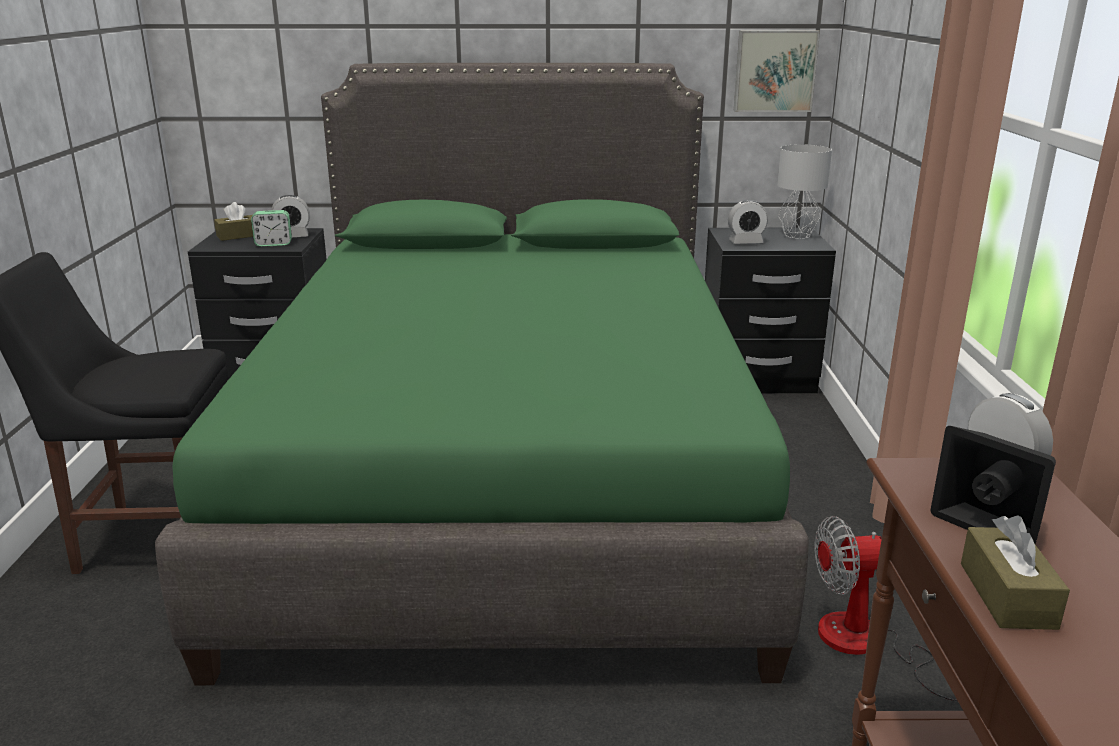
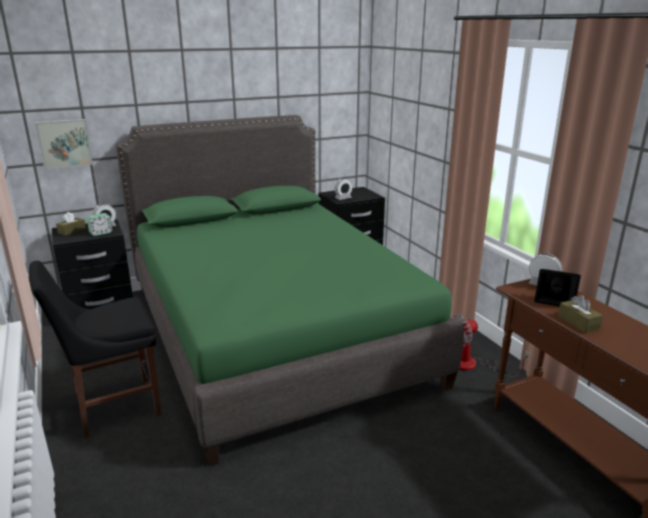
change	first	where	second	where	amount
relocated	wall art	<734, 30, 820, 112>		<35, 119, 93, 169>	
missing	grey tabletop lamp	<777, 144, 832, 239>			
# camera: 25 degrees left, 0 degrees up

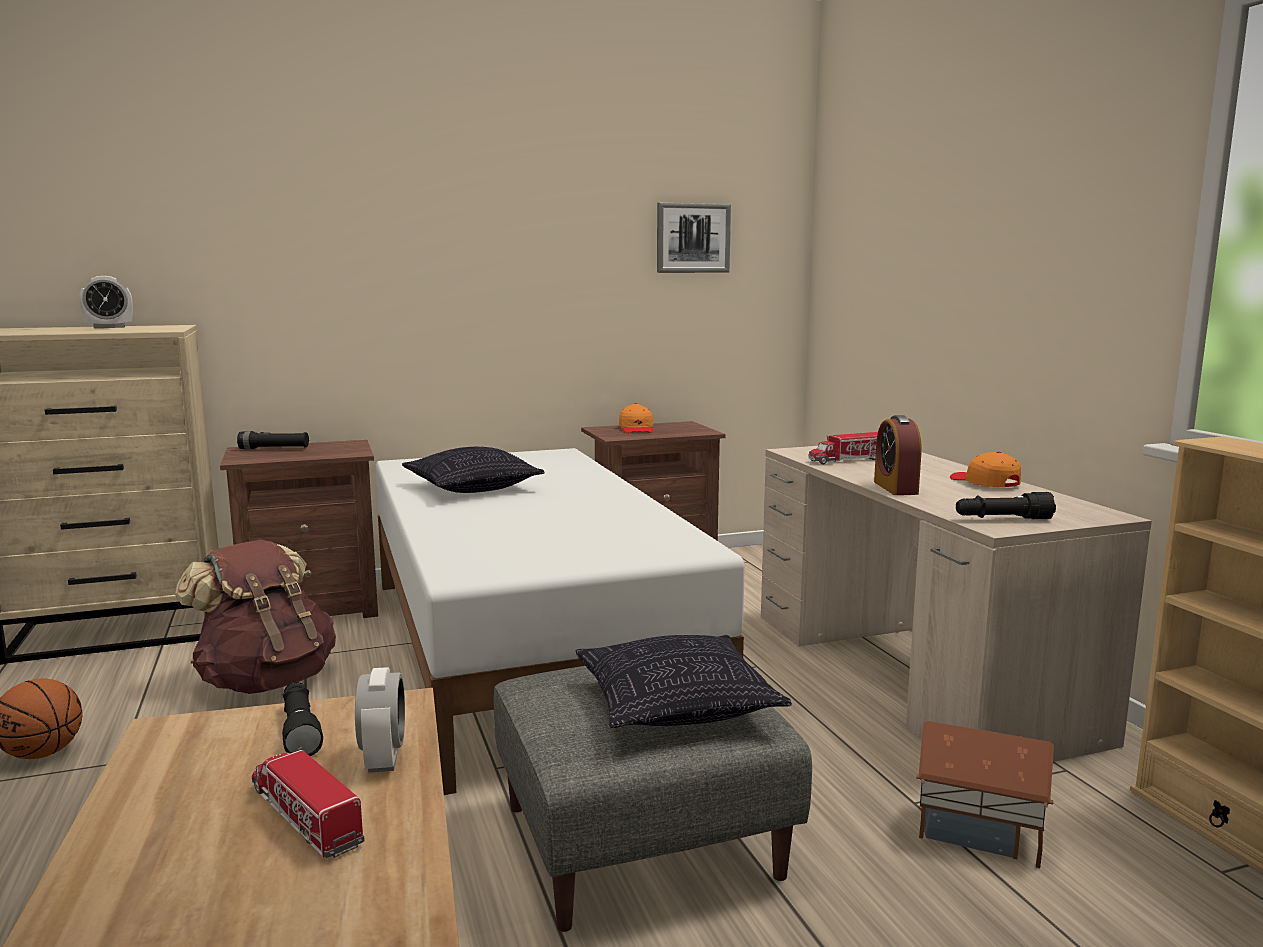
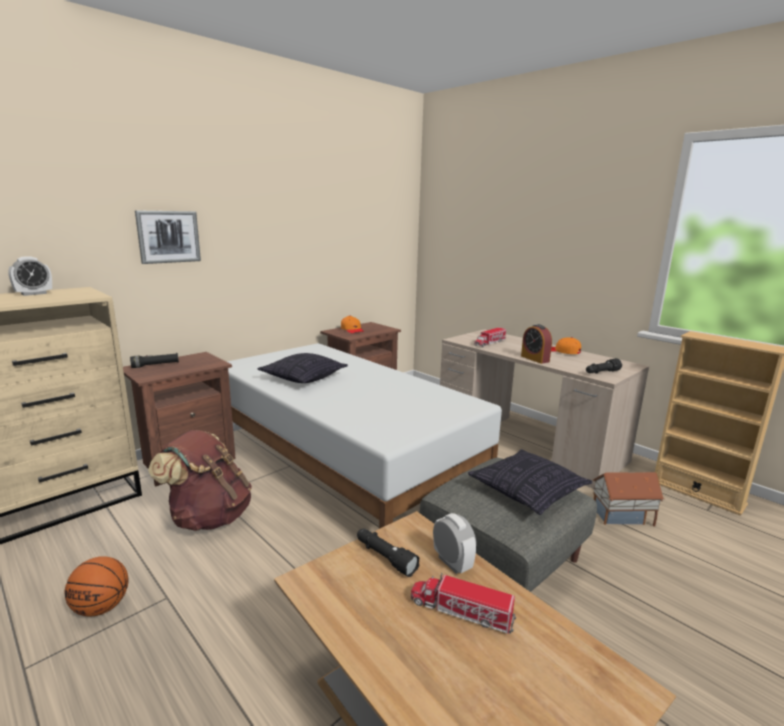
change	first	where	second	where	amount
relocated	wall art	<657, 203, 731, 273>		<135, 210, 201, 264>	
# camera: 25 degrees left, 5 degrees up

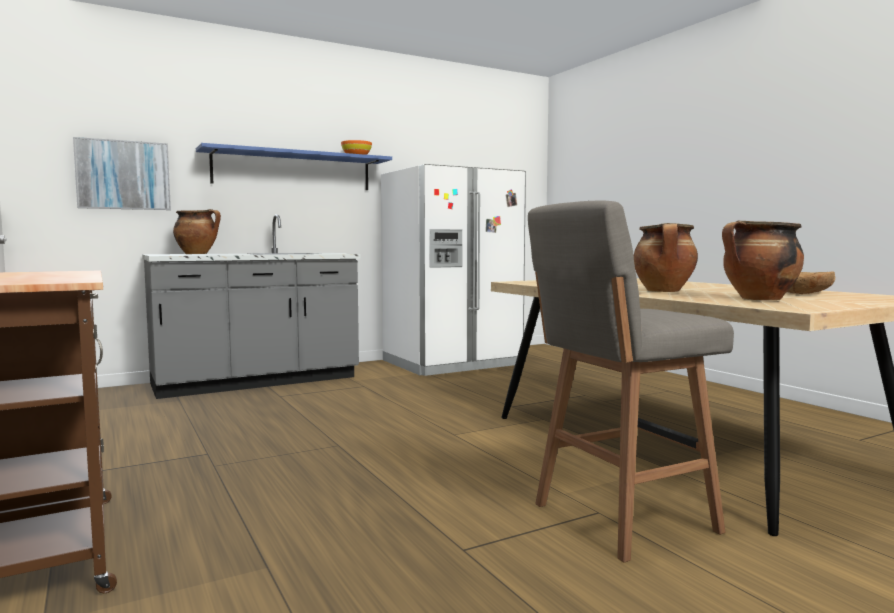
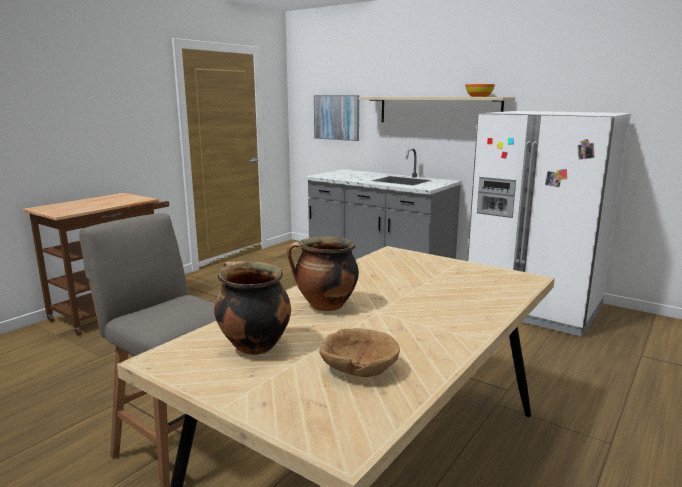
change	first	where	second	where	amount
colour	blue shelf	<196, 143, 392, 190>	beige shelf	<359, 97, 515, 122>	
missing	saucepot	<173, 209, 221, 254>			
# camera: 65 degrees right, 10 degrees up

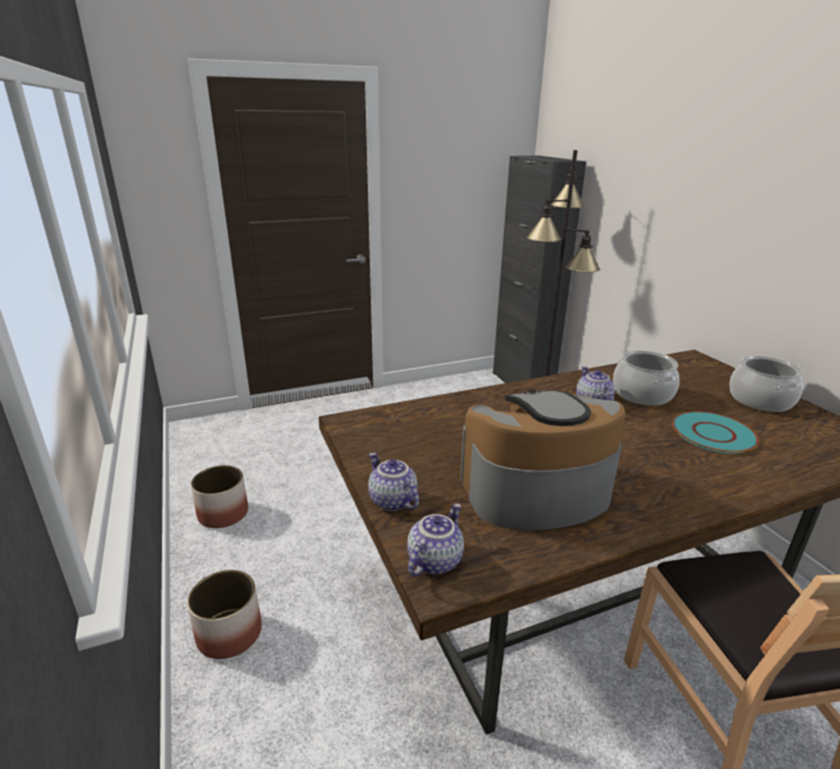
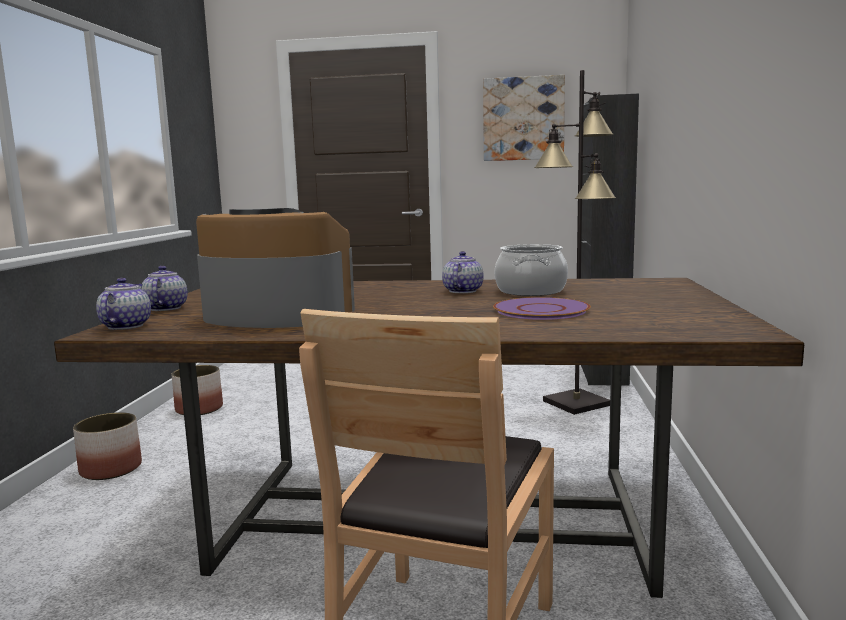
change	first	where	second	where	amount
spun	teapot	<407, 503, 464, 576>		<96, 278, 151, 330>	60 degrees counterclockwise
appeared			wall art	<483, 75, 565, 161>	
colour	turquoise flat dish	<672, 411, 759, 454>	purplish flat dish	<493, 297, 591, 320>	
missing	saucepot	<730, 356, 803, 412>			
# camera: 30 degrees right, 15 degrees down

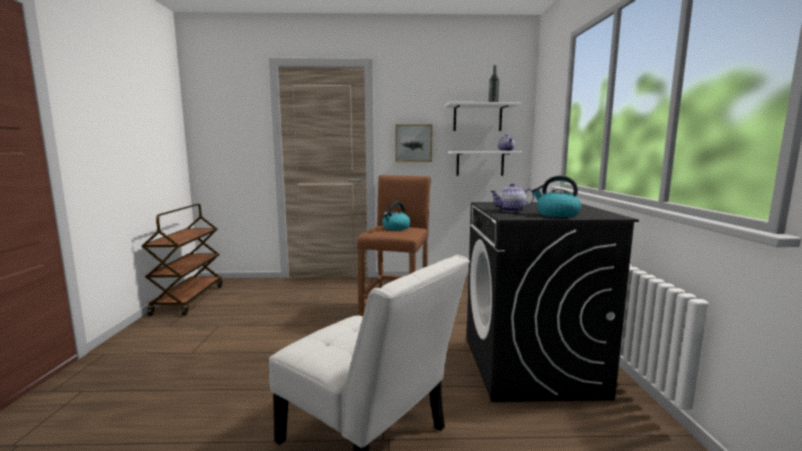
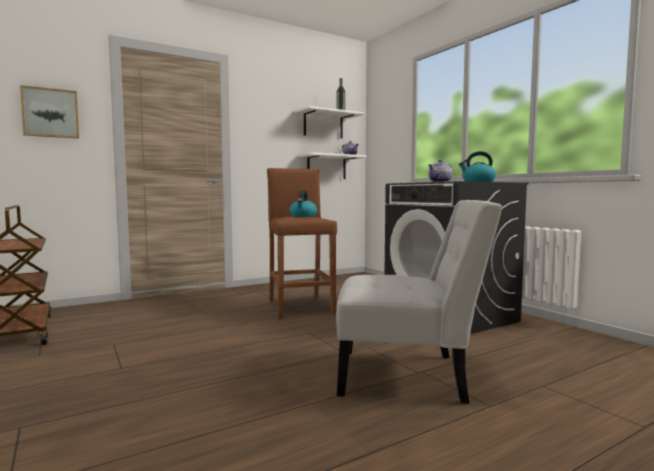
change	first	where	second	where	amount
relocated	wall art	<395, 124, 432, 162>		<20, 85, 79, 139>	
# camera: 30 degrees left, 5 degrees down

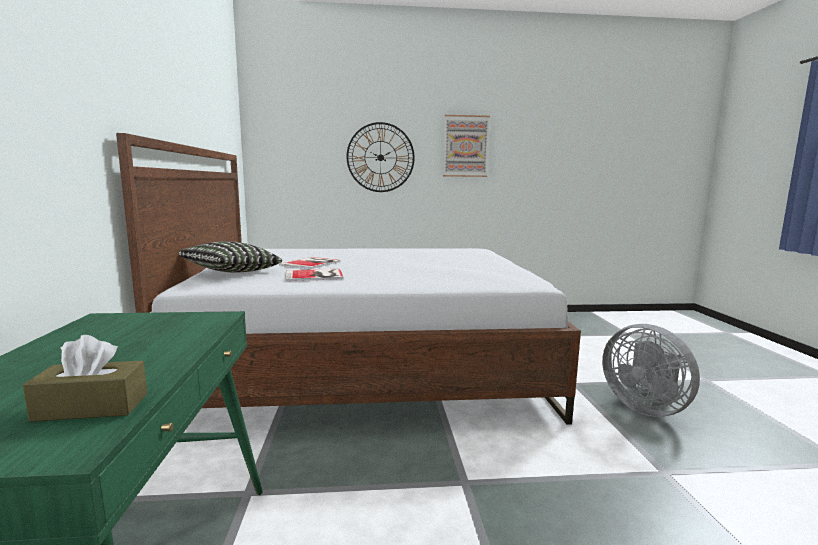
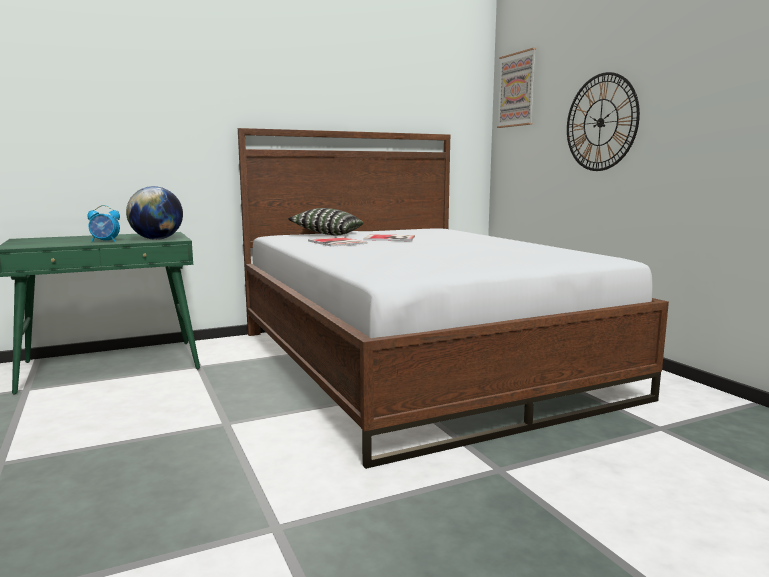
change	first	where	second	where	amount
appeared			table clock	<87, 205, 120, 242>	
appeared			desk globe	<126, 186, 183, 240>	
relocated	wall art	<443, 115, 490, 177>		<497, 48, 536, 128>	
missing	brown-coloured tissue box	<23, 335, 148, 422>			
missing	grey electric fan	<602, 324, 700, 417>			
# camera: 70 degrees right, 0 degrees up

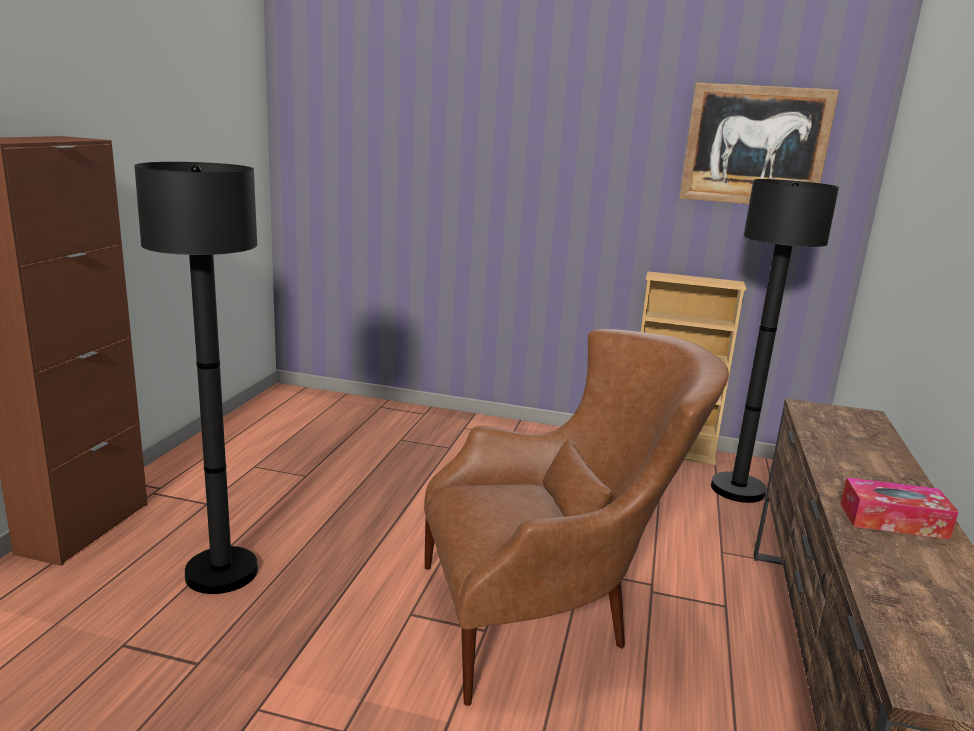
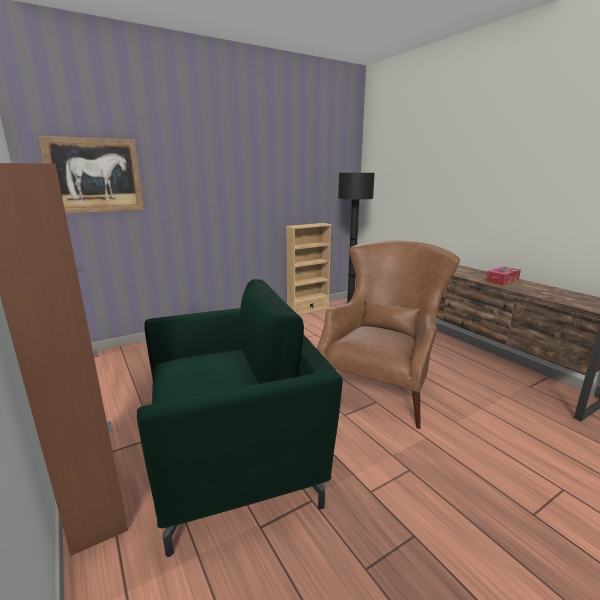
change	first	where	second	where	amount
relocated	wall art	<680, 82, 839, 204>		<39, 136, 144, 214>	
exchanged	blackish standing lamp	<134, 162, 258, 594>	greenish easy chair	<137, 279, 343, 557>	
# camera: 45 degrees left, 0 degrees up

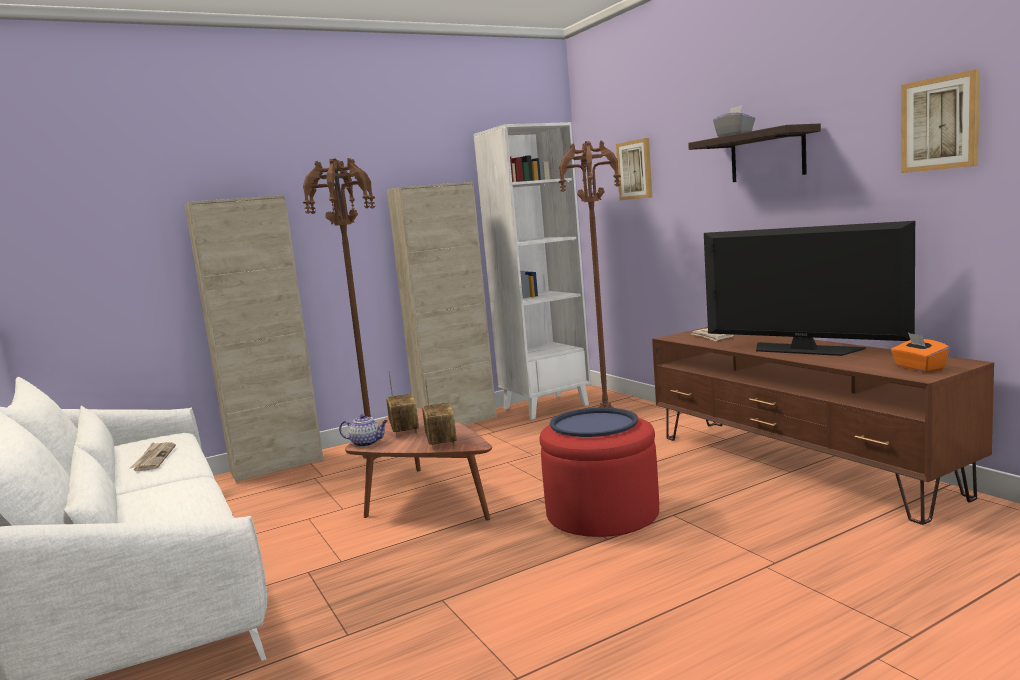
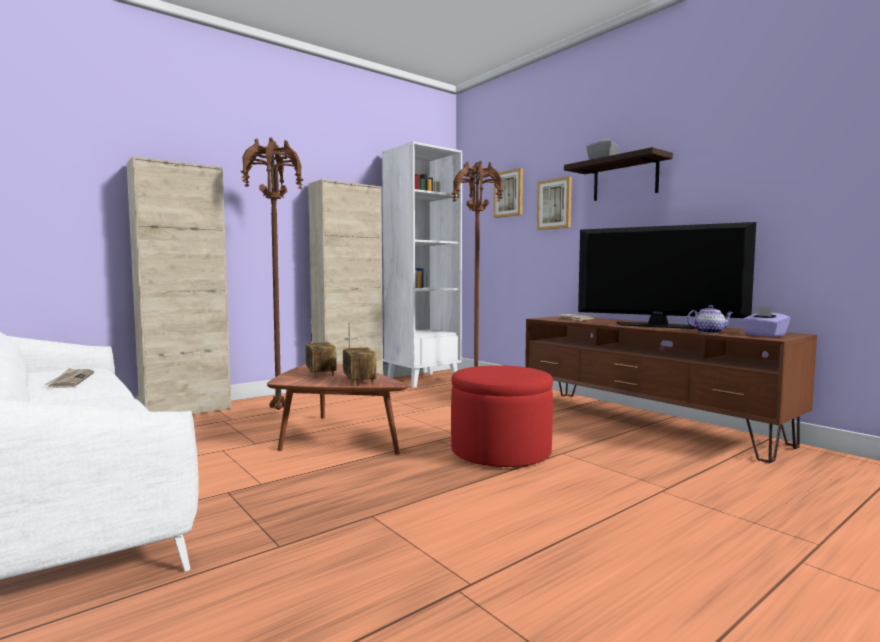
change	first	where	second	where	amount
relocated	wall art	<901, 69, 980, 173>		<537, 176, 572, 230>	
relocated	teapot	<339, 414, 388, 447>		<687, 305, 733, 334>	
colour	orange tissue box	<891, 333, 950, 373>	purplish tissue box	<741, 306, 791, 337>	
missing	blue tray	<550, 407, 638, 437>			
# camera: 10 degrees left, 5 degrees down

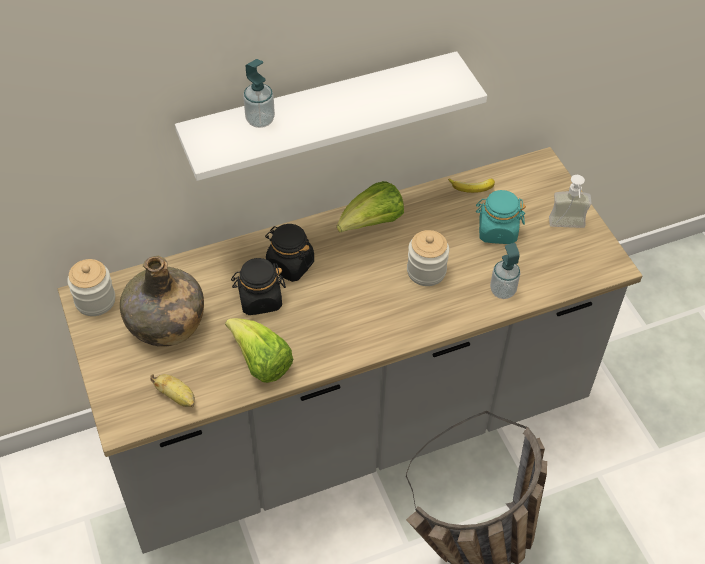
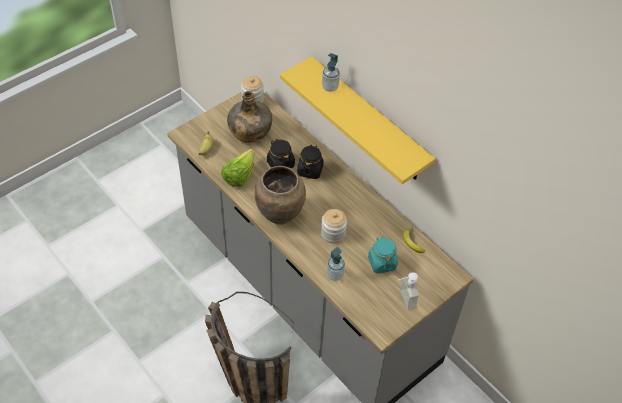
change	first	where	second	where	amount
appeared			brown-coloured vase	<254, 166, 306, 225>	
colour	whitish shelf	<175, 51, 487, 181>	yellow-coloured shelf	<280, 57, 436, 184>	
missing	lettuce	<337, 181, 404, 233>			
# camera: 70 degrees right, 0 degrees up

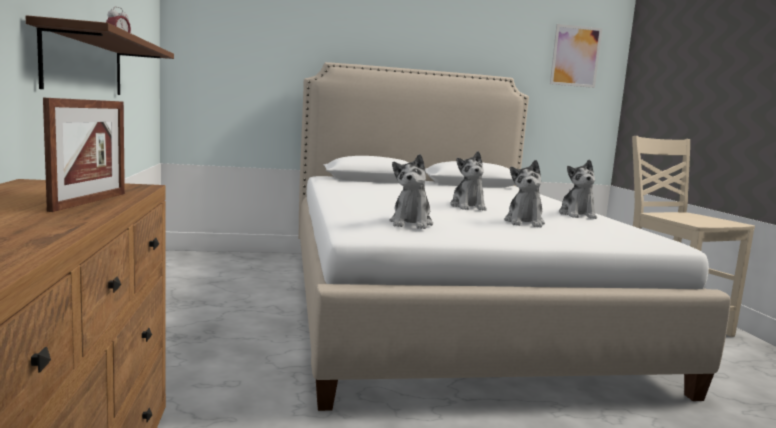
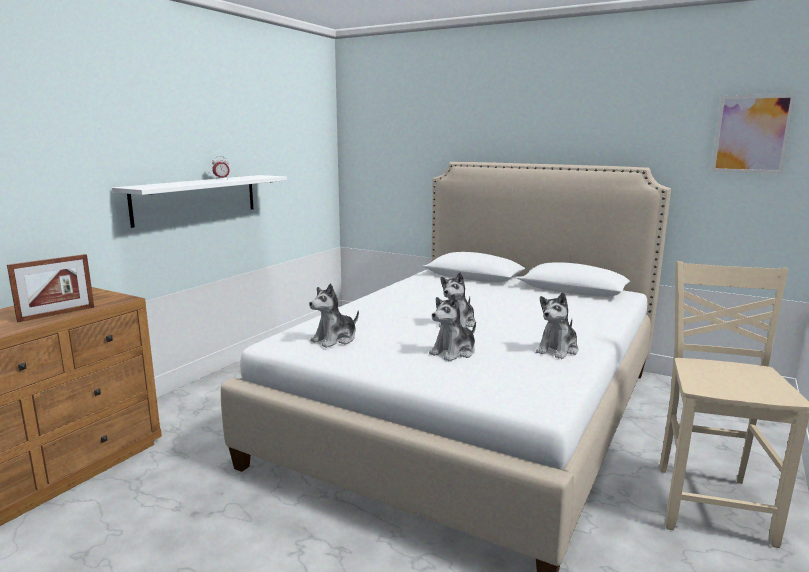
change	first	where	second	where	amount
colour	brown-coloured shelf	<26, 15, 174, 95>	whitish shelf	<112, 175, 287, 228>	
# camera: 40 degrees right, 5 degrees up

